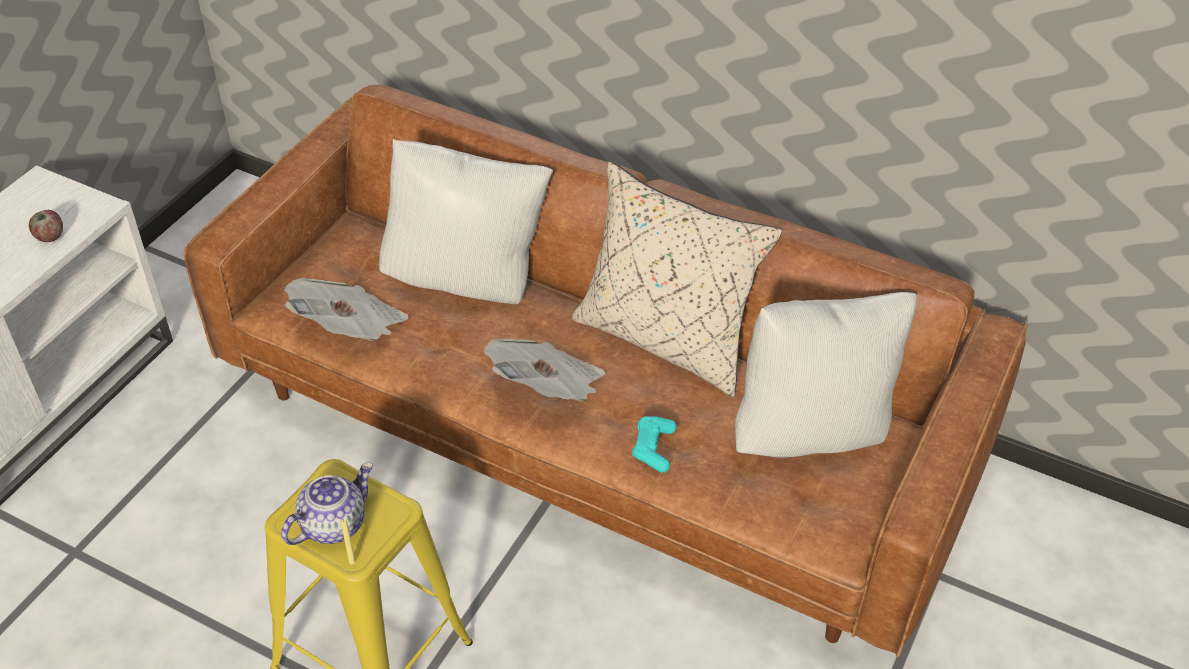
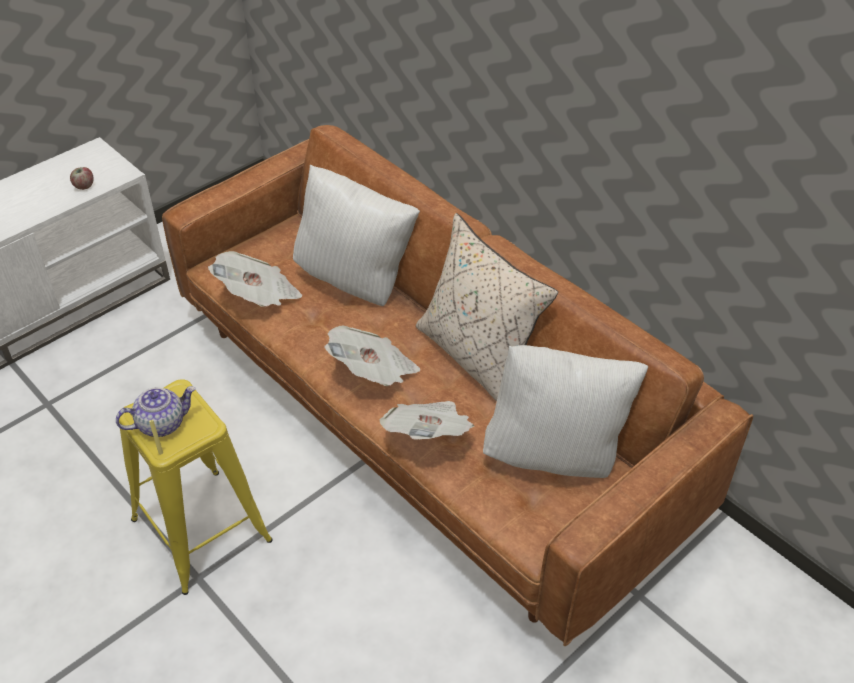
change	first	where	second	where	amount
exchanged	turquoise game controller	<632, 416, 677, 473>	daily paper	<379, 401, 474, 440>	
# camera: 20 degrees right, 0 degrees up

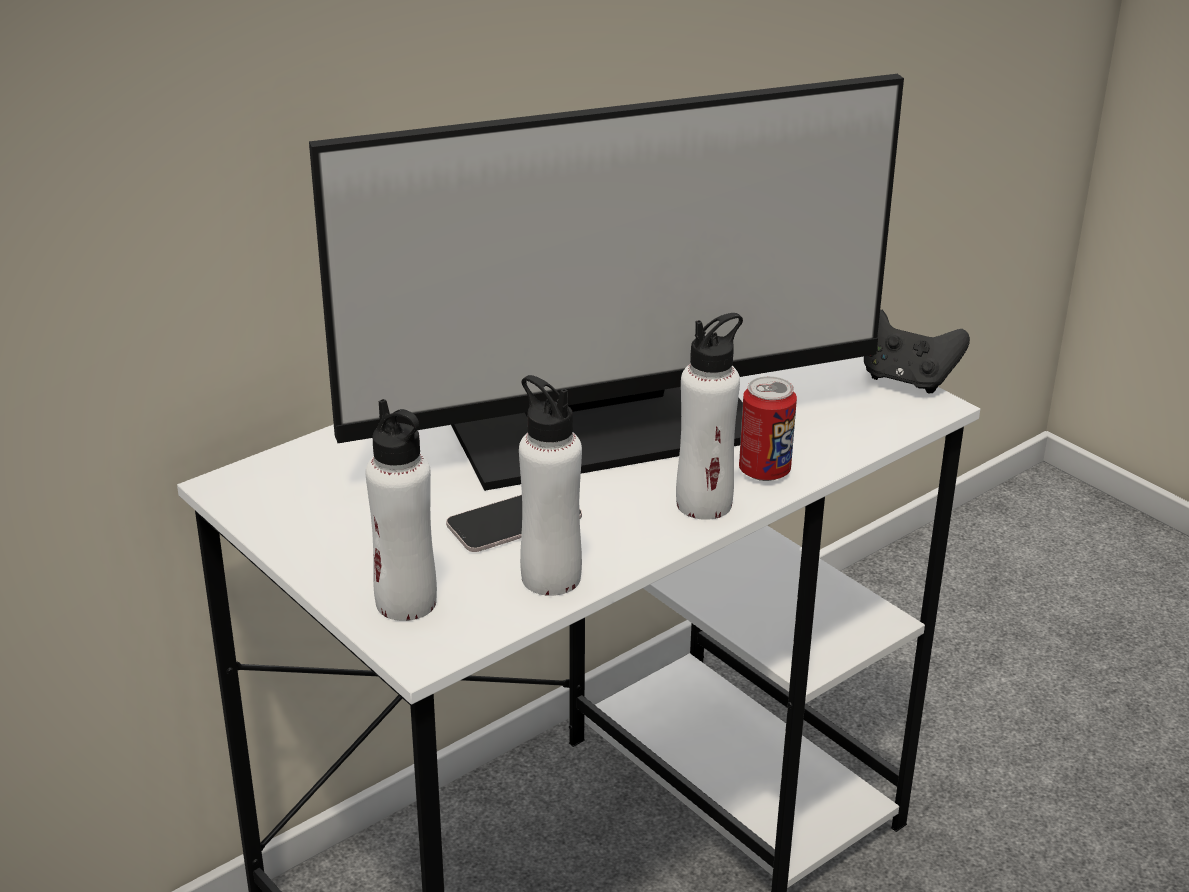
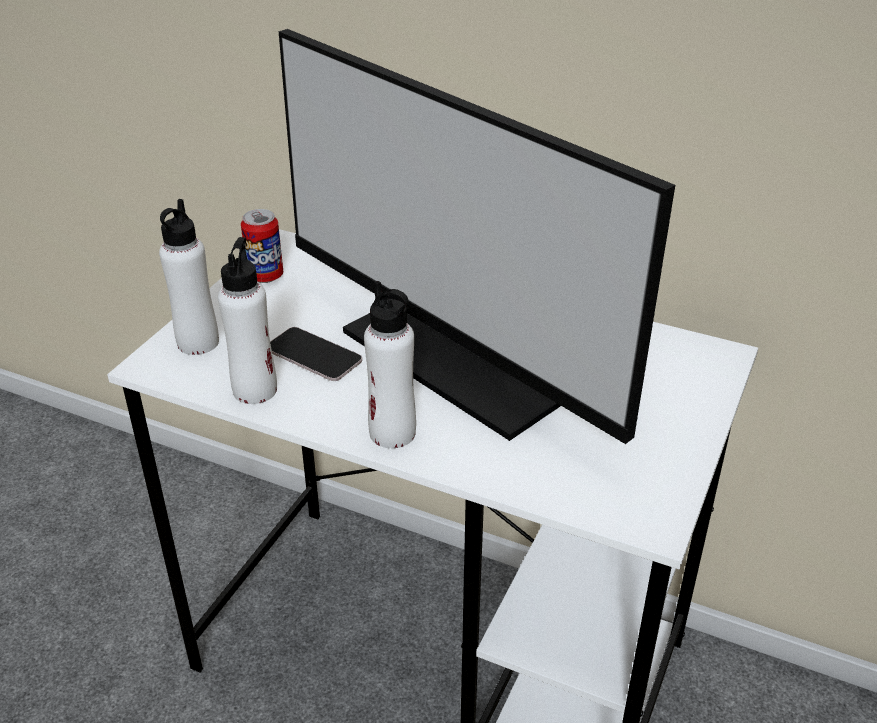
change	first	where	second	where	amount
relocated	can	<739, 376, 797, 481>		<241, 209, 283, 283>	
missing	blackish game controller	<864, 310, 970, 393>			
# camera: 65 degrees right, 5 degrees up

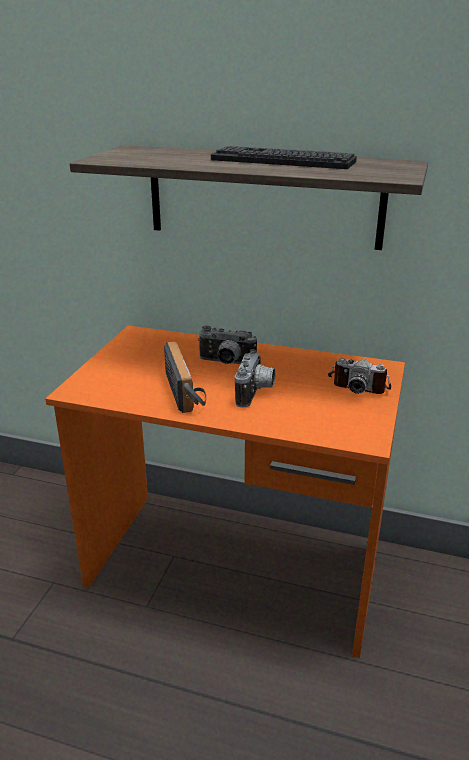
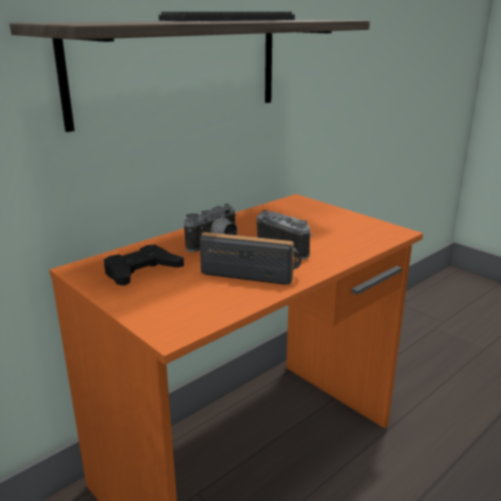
change	first	where	second	where	amount
appeared			blackish game controller	<104, 245, 184, 286>	
missing	photo camera	<328, 358, 391, 394>			
# camera: 60 degrees left, 5 degrees down

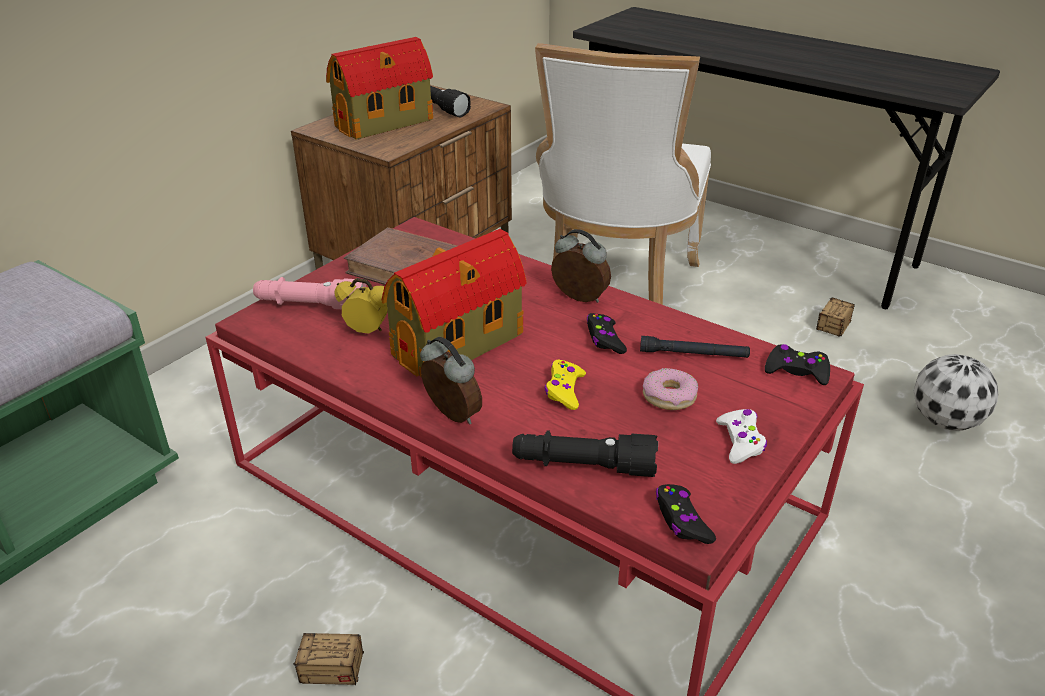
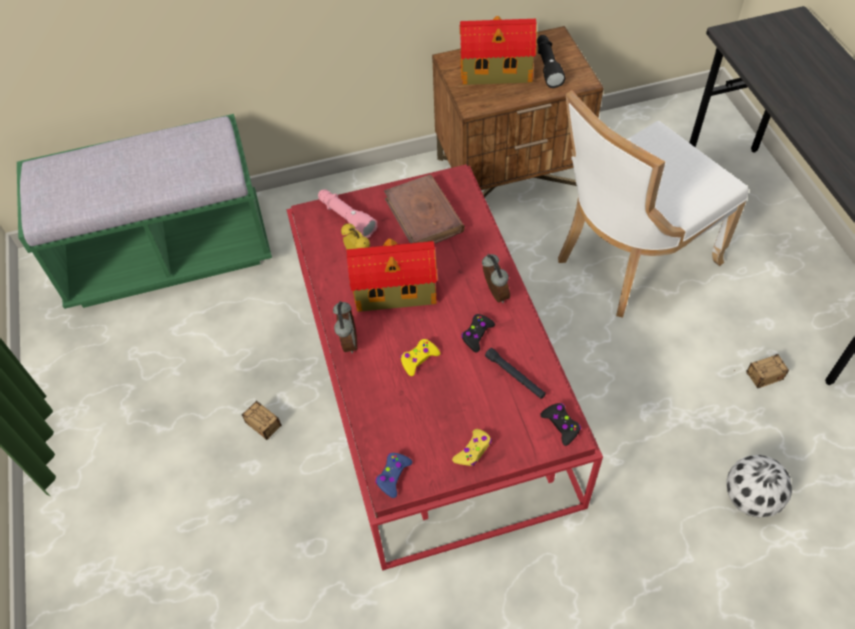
change	first	where	second	where	amount
colour	blackish game controller	<656, 484, 716, 544>	blue game controller	<375, 453, 412, 498>	
colour	whitish game controller	<716, 409, 767, 464>	yellow-coloured game controller	<452, 429, 492, 466>	
missing	blackish hand torch	<512, 431, 658, 477>			
missing	ring doughnut	<643, 368, 698, 410>			
# camera: 40 degrees right, 20 degrees up

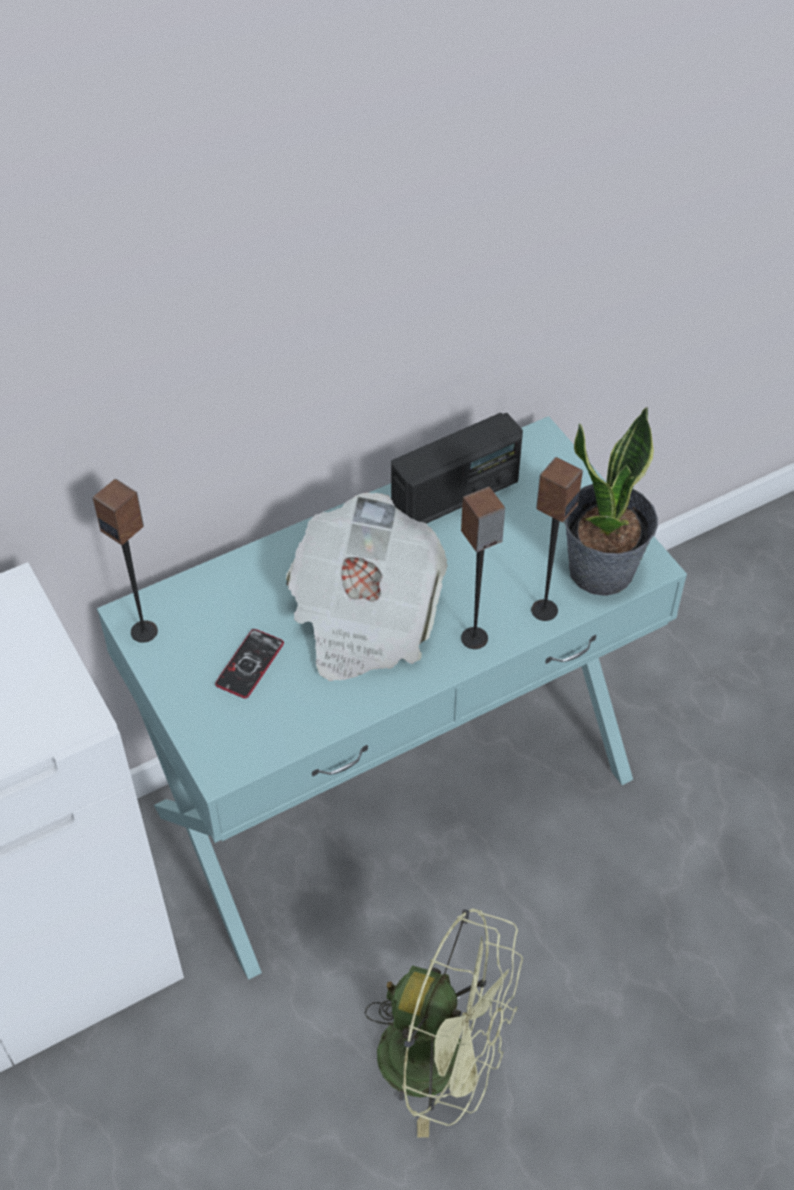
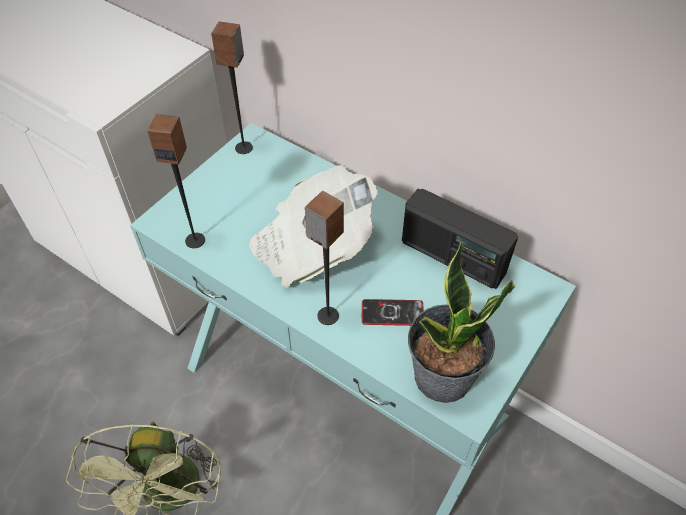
change	first	where	second	where	amount
relocated	loudspeaker	<531, 457, 583, 621>		<147, 114, 205, 248>	
relocated	telephone	<215, 629, 284, 698>		<362, 299, 424, 326>	
# camera: 65 degrees right, 0 degrees up

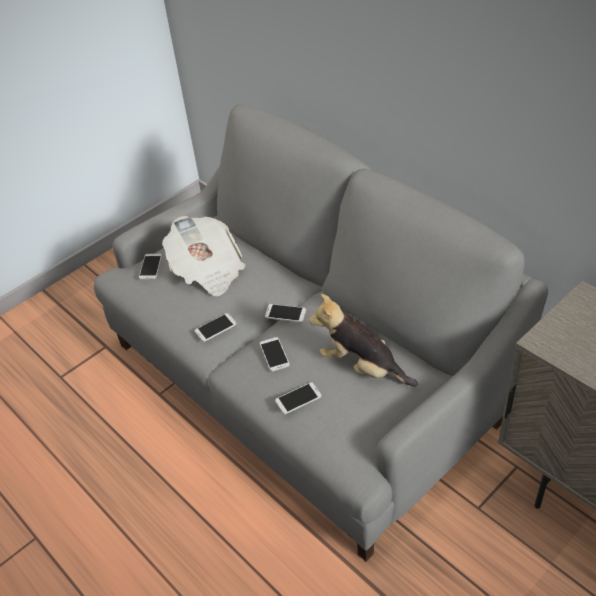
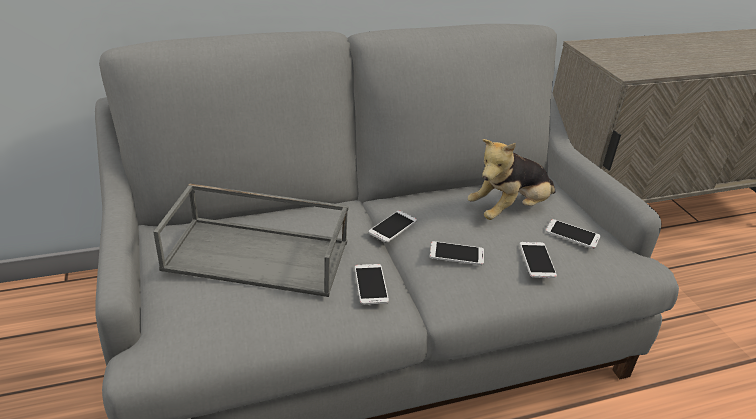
change	first	where	second	where	amount
exchanged	daily paper	<162, 216, 246, 296>	grey tray	<153, 183, 349, 297>	
relocated	telephone	<139, 254, 162, 279>		<545, 219, 601, 249>	
# camera: 70 degrees left, 10 degrees down

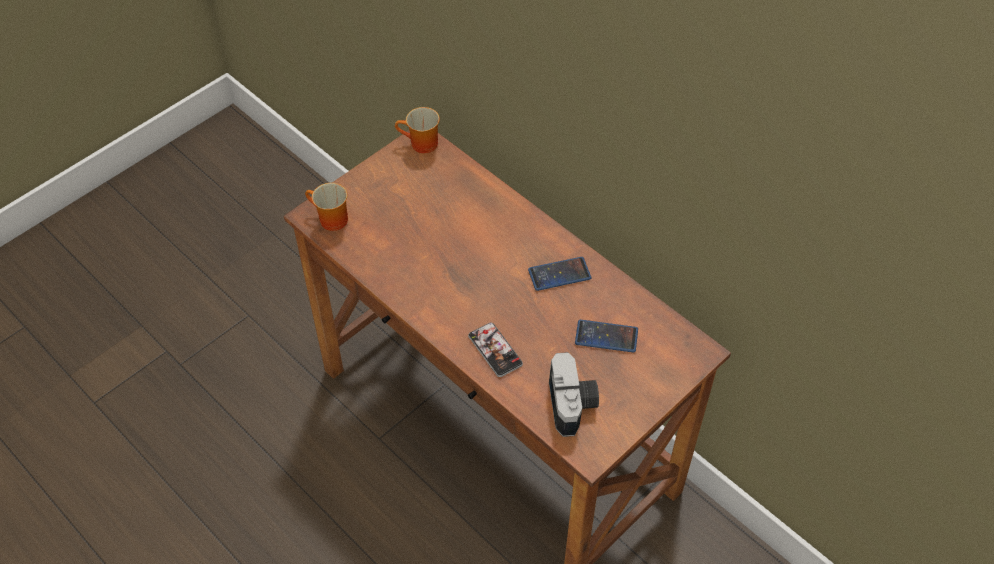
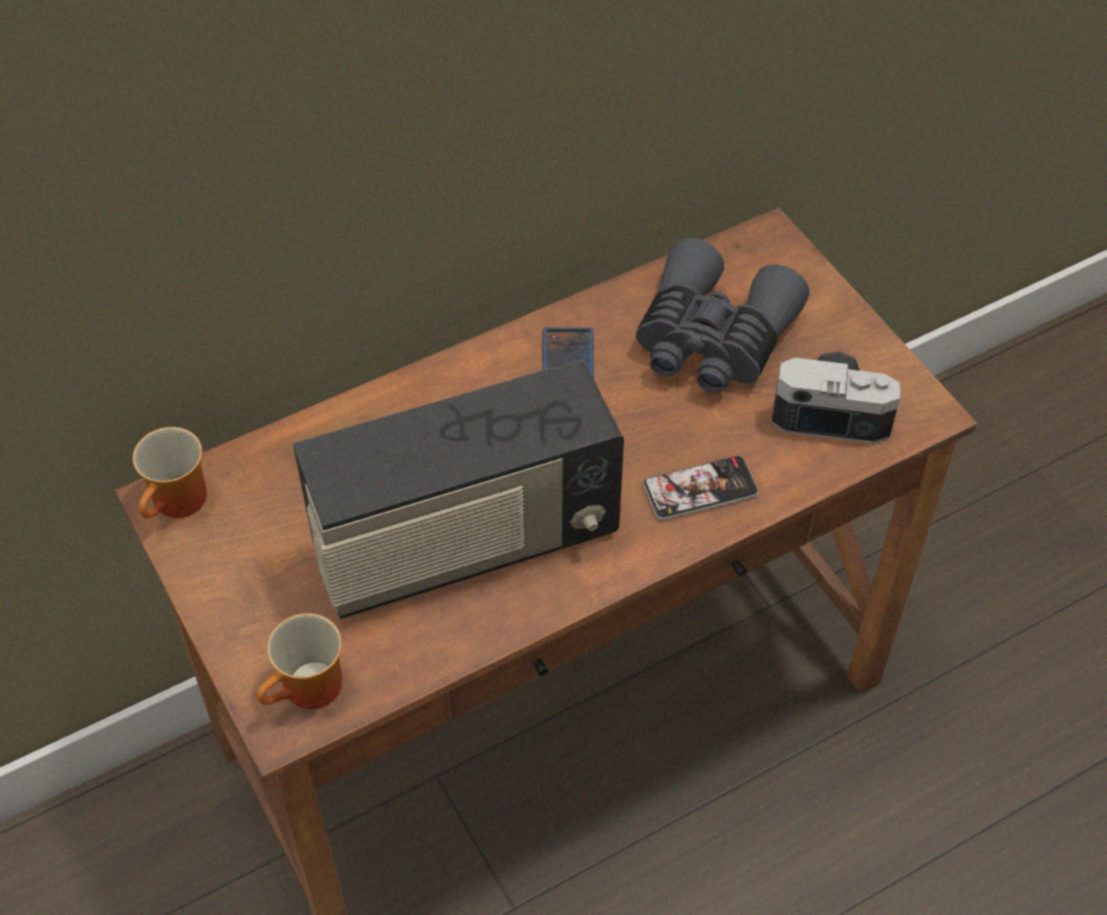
change	first	where	second	where	amount
appeared			radio receiver	<293, 360, 624, 619>	
exchanged	telephone	<575, 320, 638, 353>	grey binoculars	<636, 238, 809, 393>	
# camera: 75 degrees left, 0 degrees up

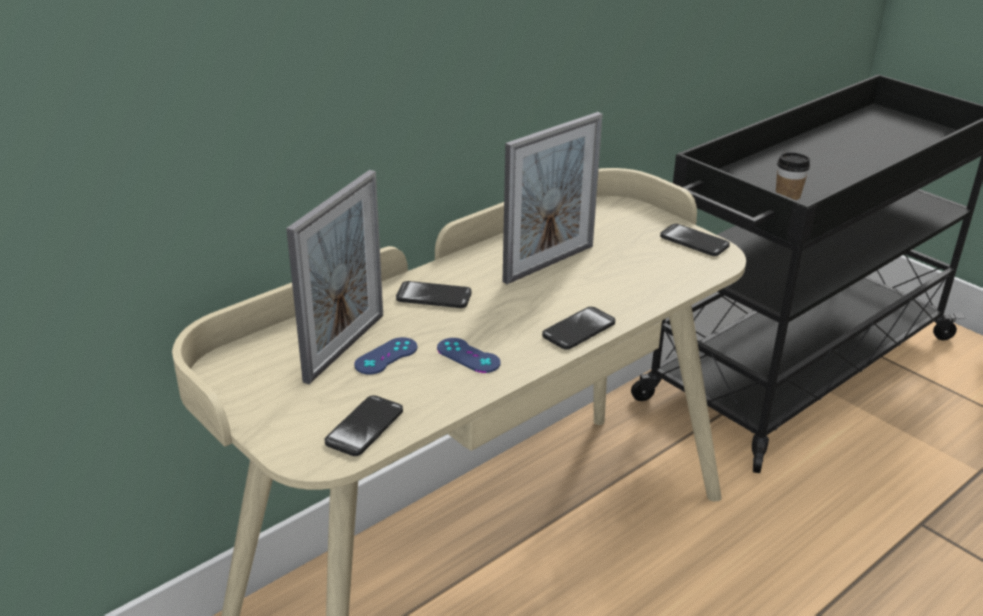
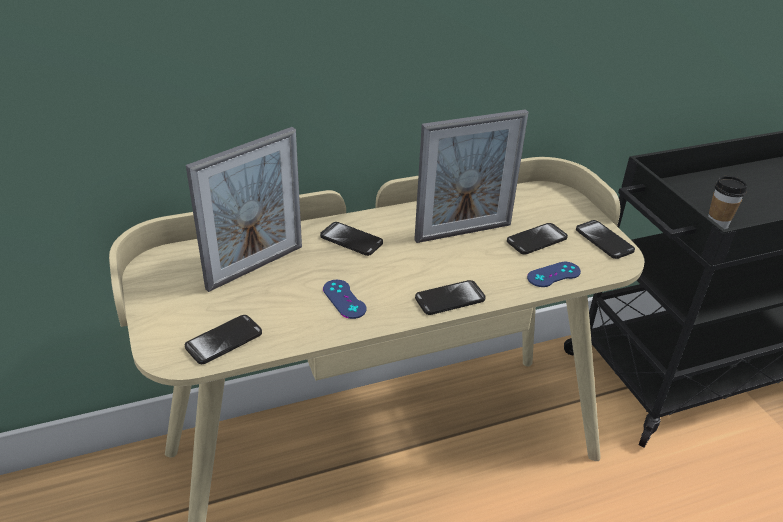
change	first	where	second	where	amount
appeared			telephone	<507, 223, 568, 254>	
relocated	blue game controller	<354, 337, 417, 375>		<527, 262, 581, 287>	
# camera: 20 degrees right, 5 degrees up

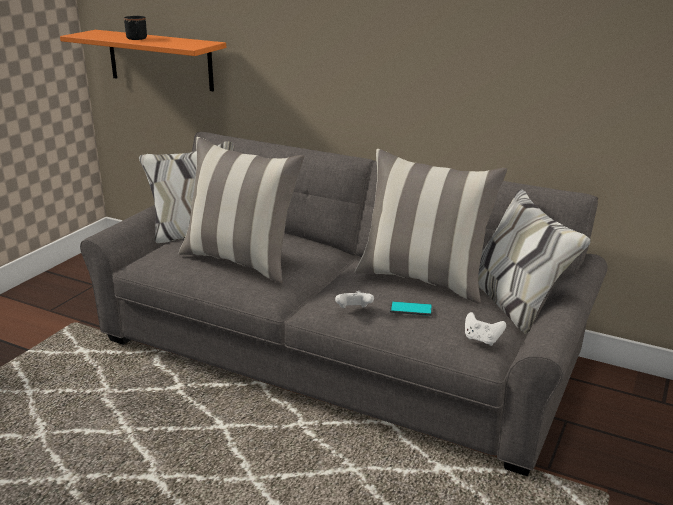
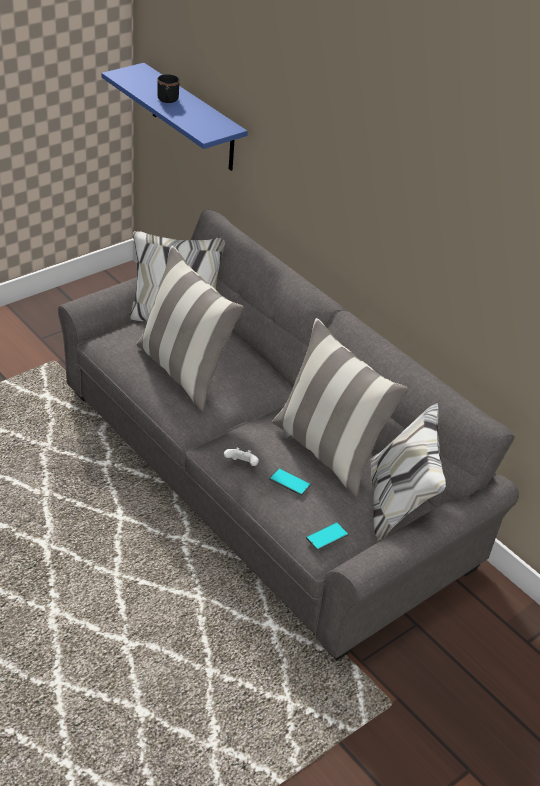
change	first	where	second	where	amount
colour	orange shelf	<60, 30, 226, 91>	blue shelf	<101, 63, 248, 171>	
exchanged	whitish game controller	<465, 312, 506, 346>	telephone	<306, 522, 349, 551>	
# camera: 20 degrees right, 15 degrees up

